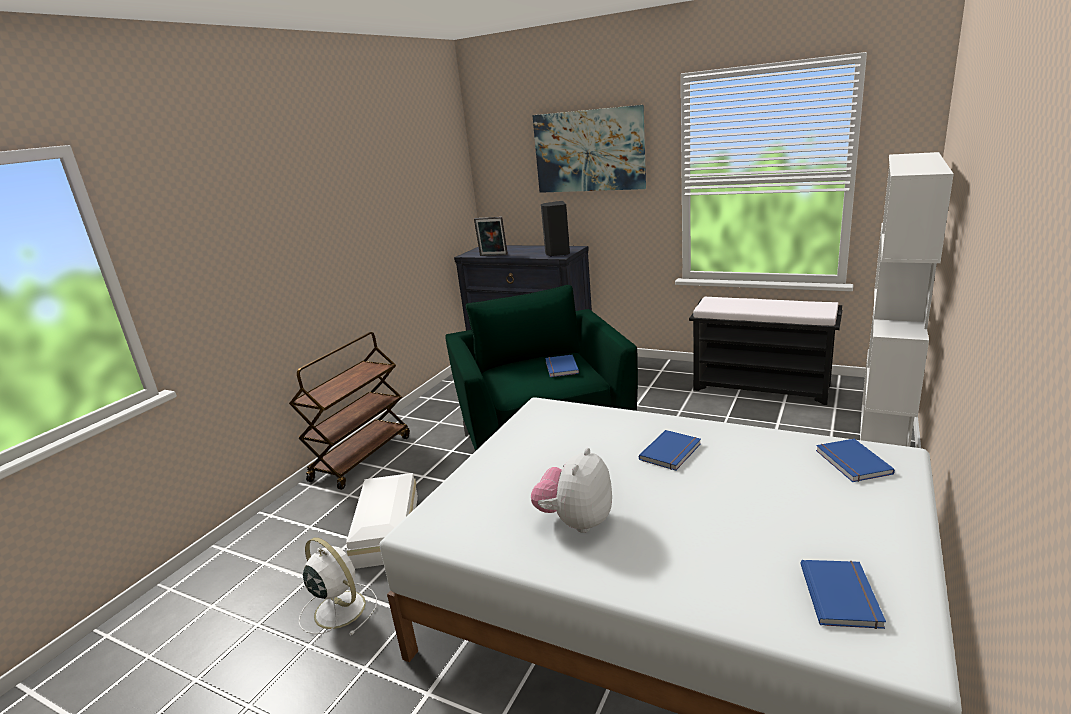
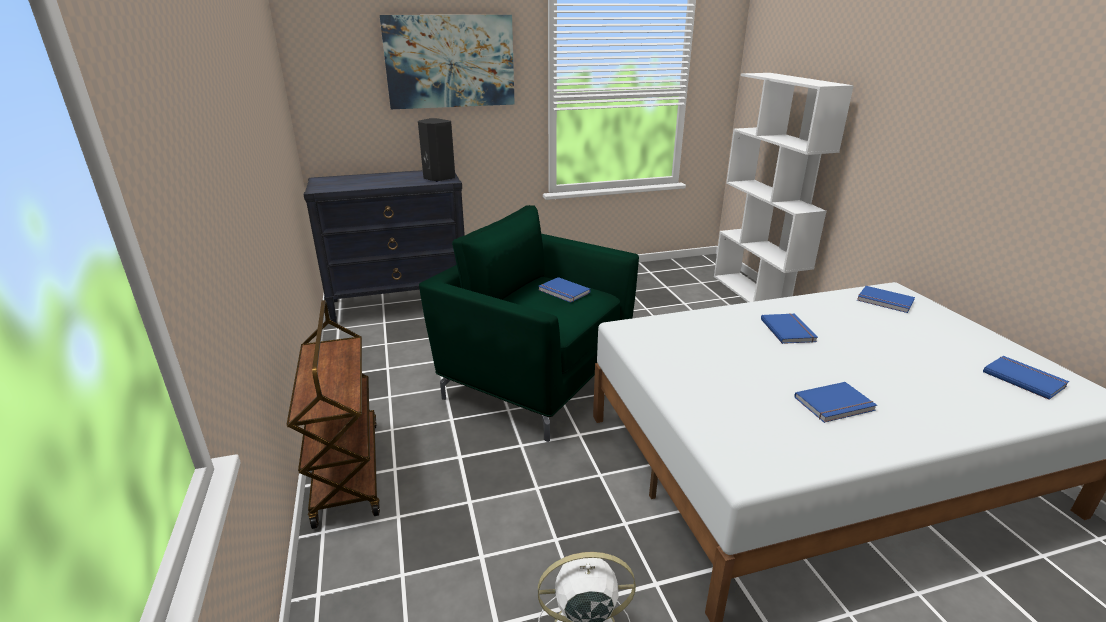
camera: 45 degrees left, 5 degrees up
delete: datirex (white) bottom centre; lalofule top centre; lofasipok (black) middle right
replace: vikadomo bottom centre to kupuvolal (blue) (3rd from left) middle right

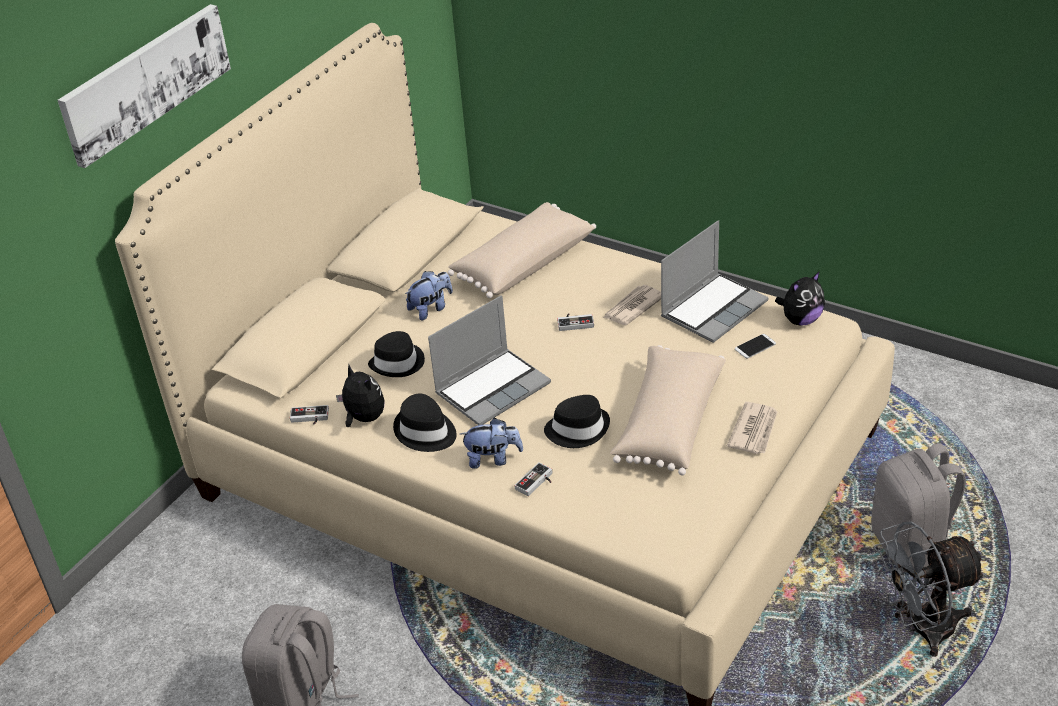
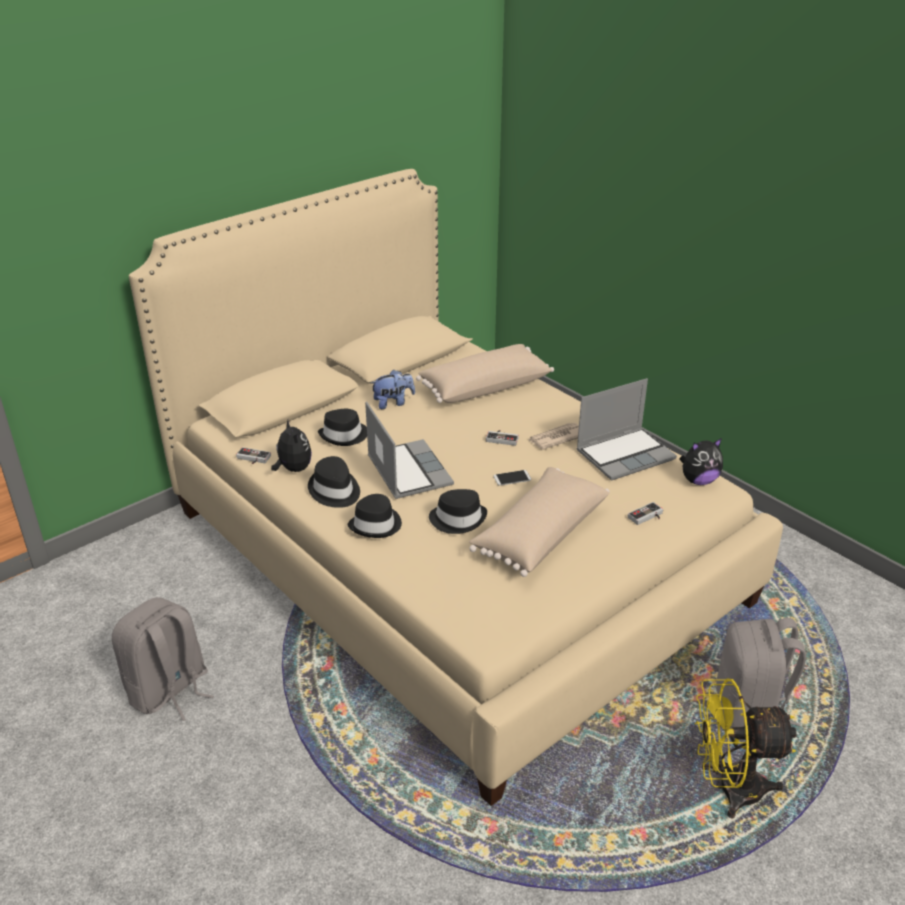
camera: 15 degrees right, 5 degrees down
delete: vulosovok top left; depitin (2nd from left) middle right
move: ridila (2nd from left in the first image) bottom centre to ridila (3rd from left) middle right; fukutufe middle right to centre
replace: vikadomo (3rd from left) centre to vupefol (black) (3rd from left) centre
recolor: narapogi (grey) bottom right to narapogi (yellow) bottom right
rotate: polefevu (1st from left) centre = centre 90 degrees counterclockwise

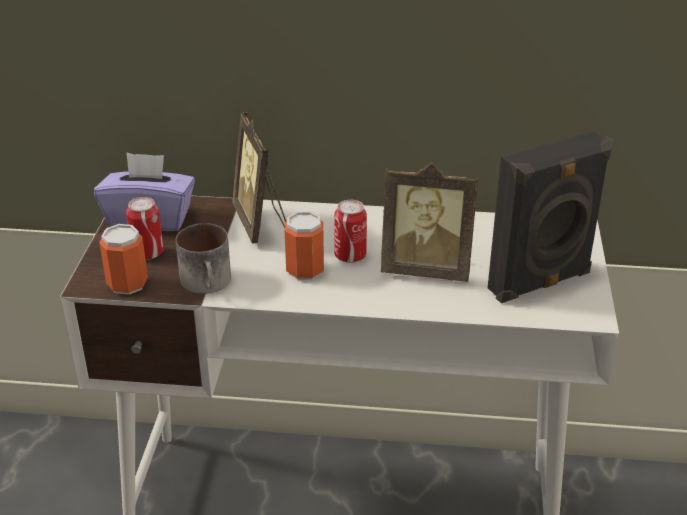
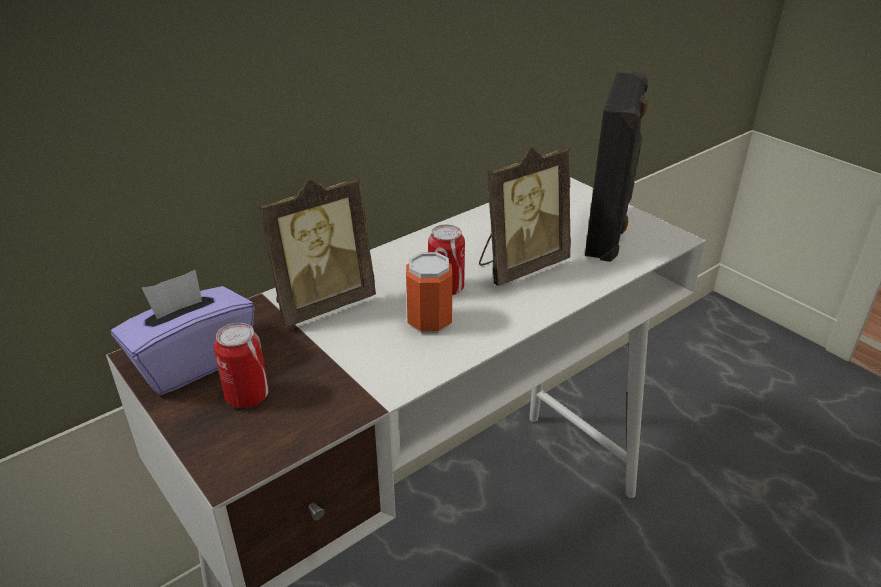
camera: 45 degrees left, 0 degrees up
delete: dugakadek (1st from left) middle left; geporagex middle left
rotate: lalofule (1st from left) centre = centre 60 degrees counterclockwise

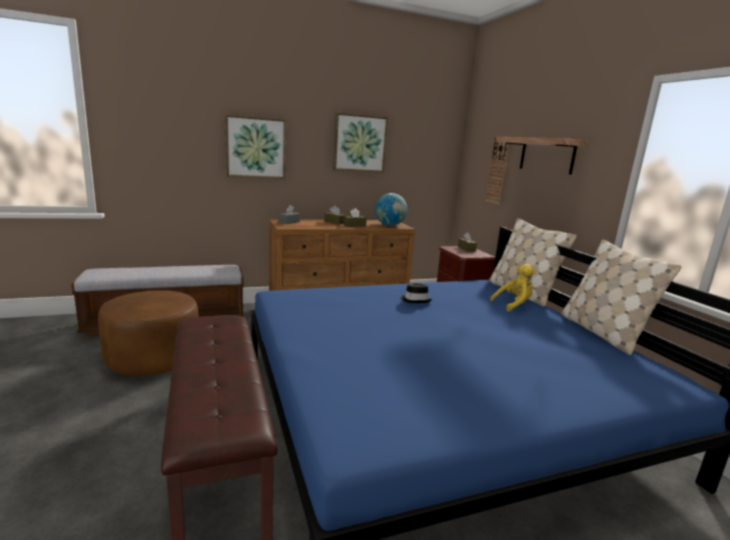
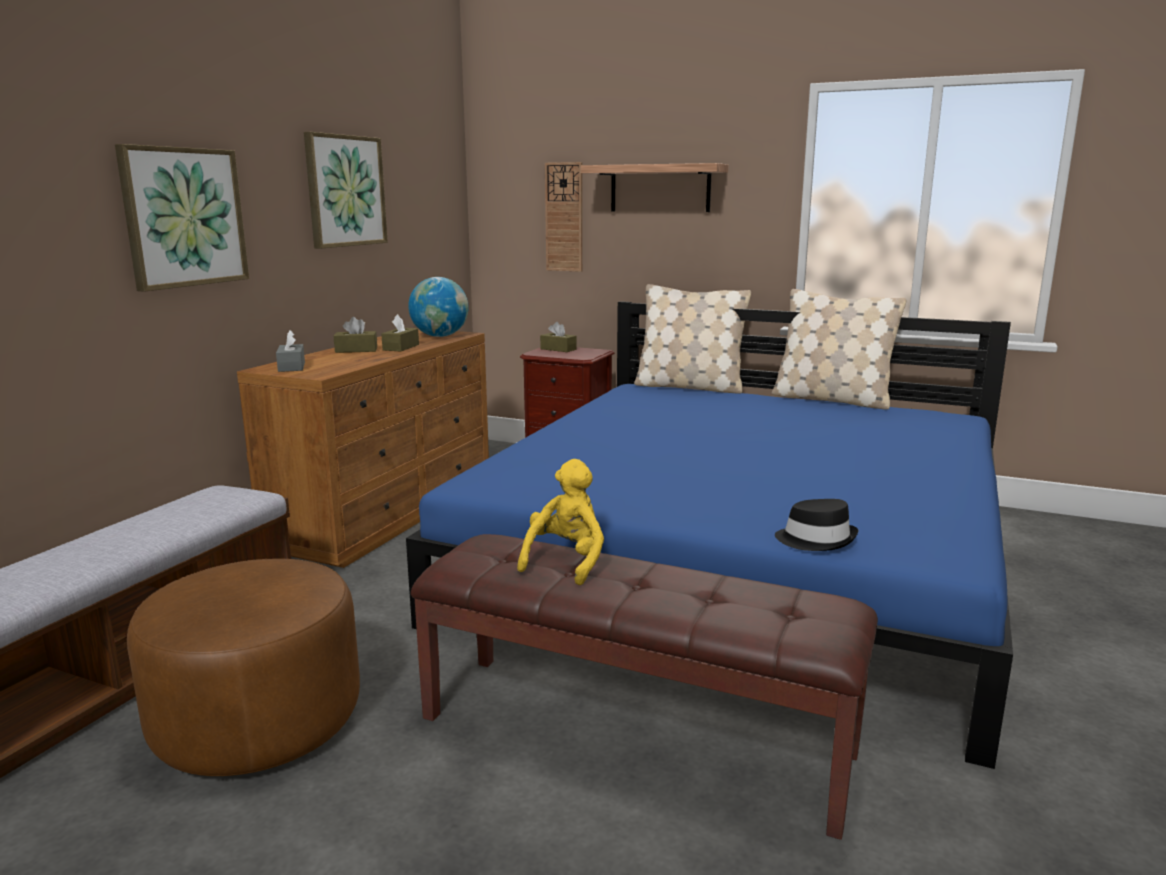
camera: 45 degrees left, 0 degrees up
move: vupefol (black) centre to middle right; vikadomo (yellow) middle right to centre

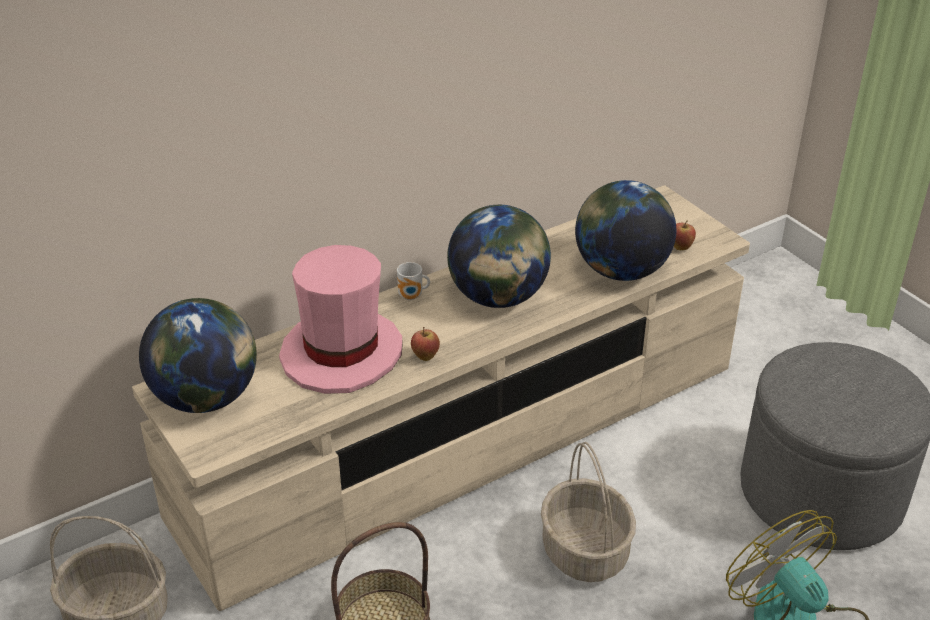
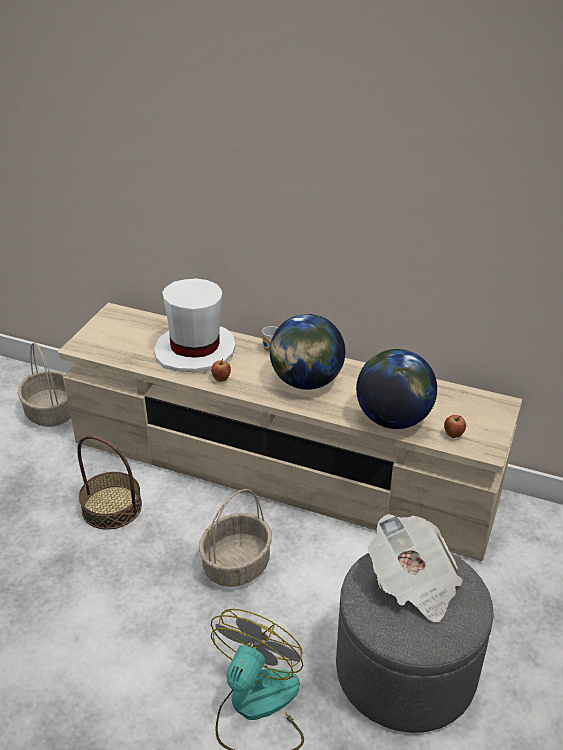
camera: 55 degrees right, 0 degrees up
delete: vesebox (1st from left) middle left
insert: depitin bottom right
recolor: vupefol (pink) centre to vupefol (white) centre

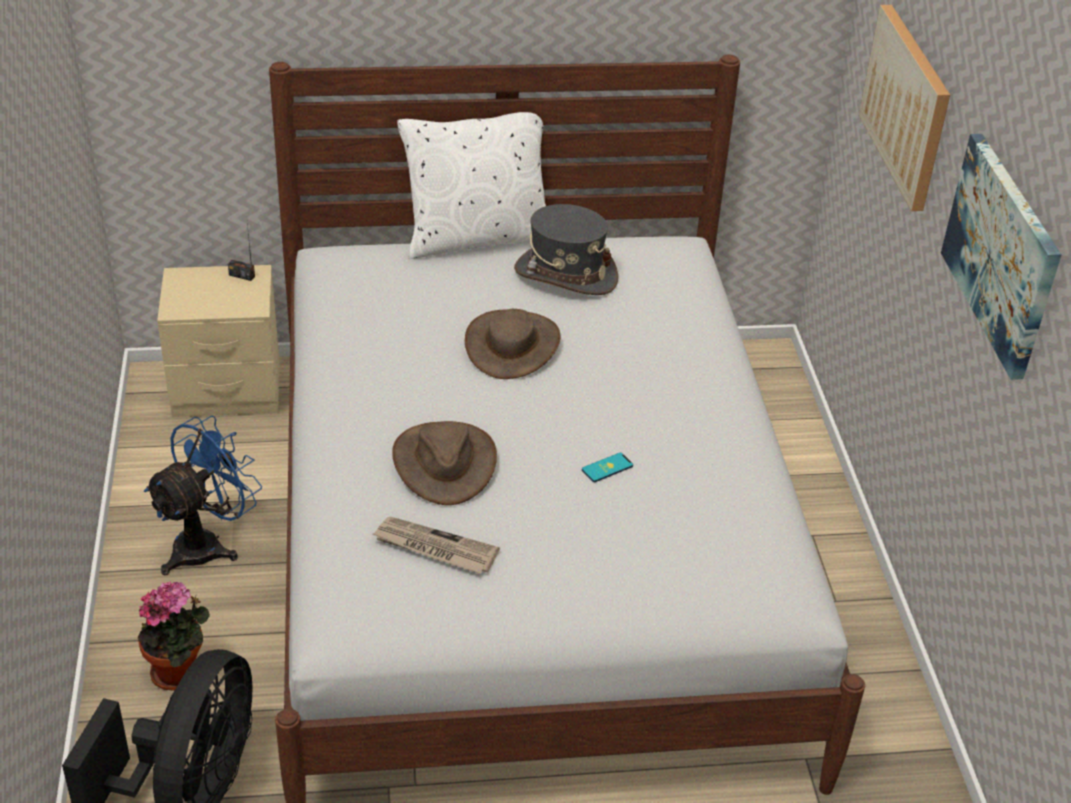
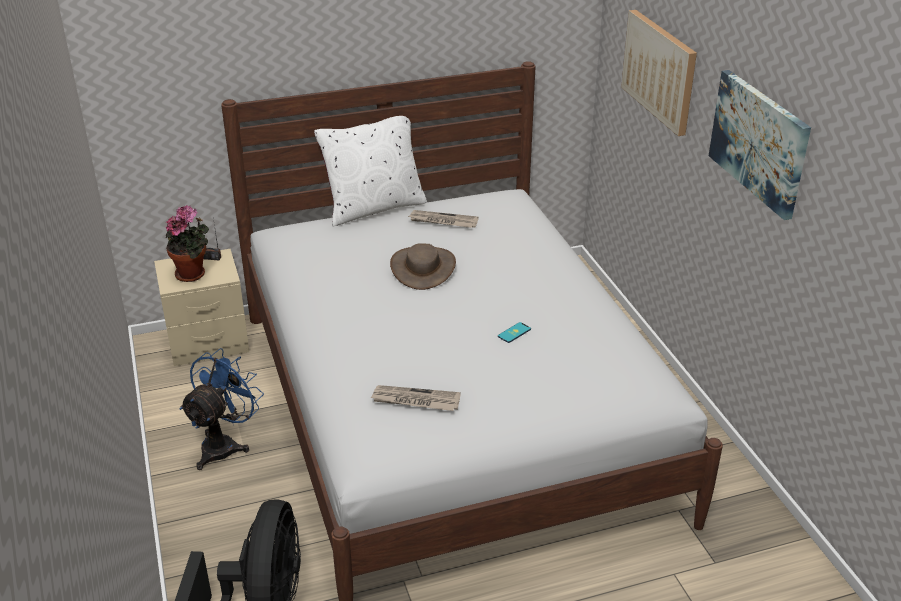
camera: 10 degrees left, 5 degrees down
delete: vupefol (brown) (1st from left) centre
move: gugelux bottom left to middle left
replace: vupefol (grey) top centre to depitin (2nd from left) centre

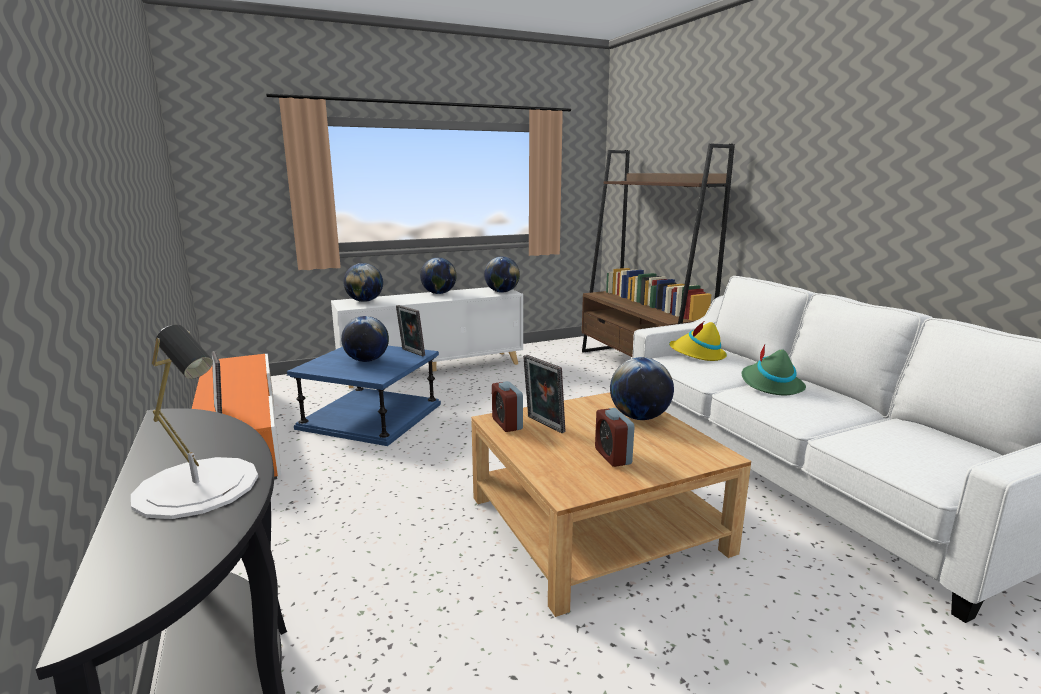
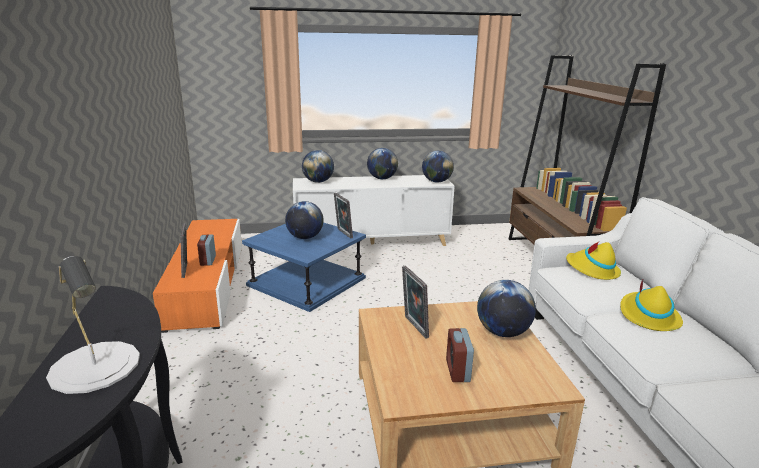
camera: 15 degrees right, 5 degrees up
move: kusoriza (1st from left) centre to middle left
recolor: vupefol (green) middle right to vupefol (yellow) (2nd from left) middle right

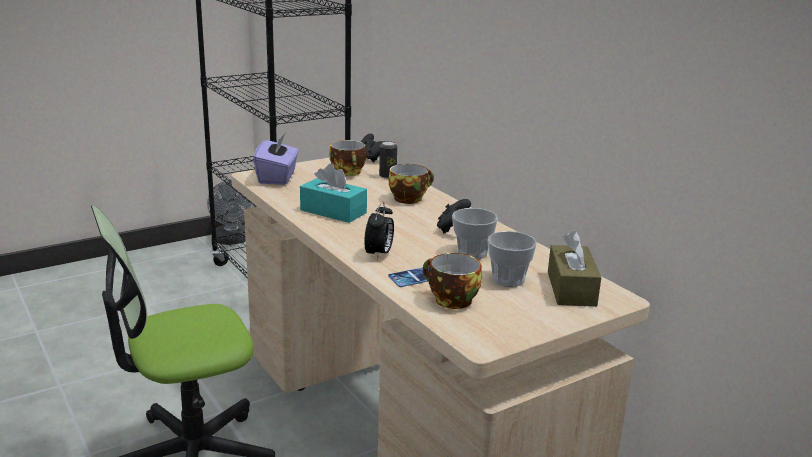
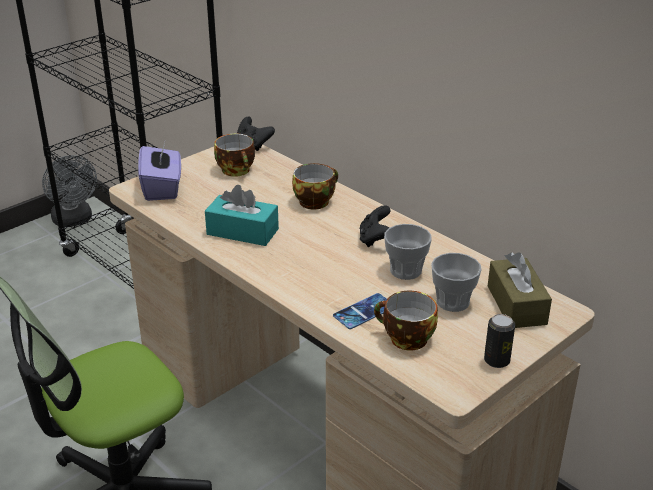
camera: 10 degrees left, 10 degrees up
delete: kusoriza centre
move: dugakadek centre to bottom right

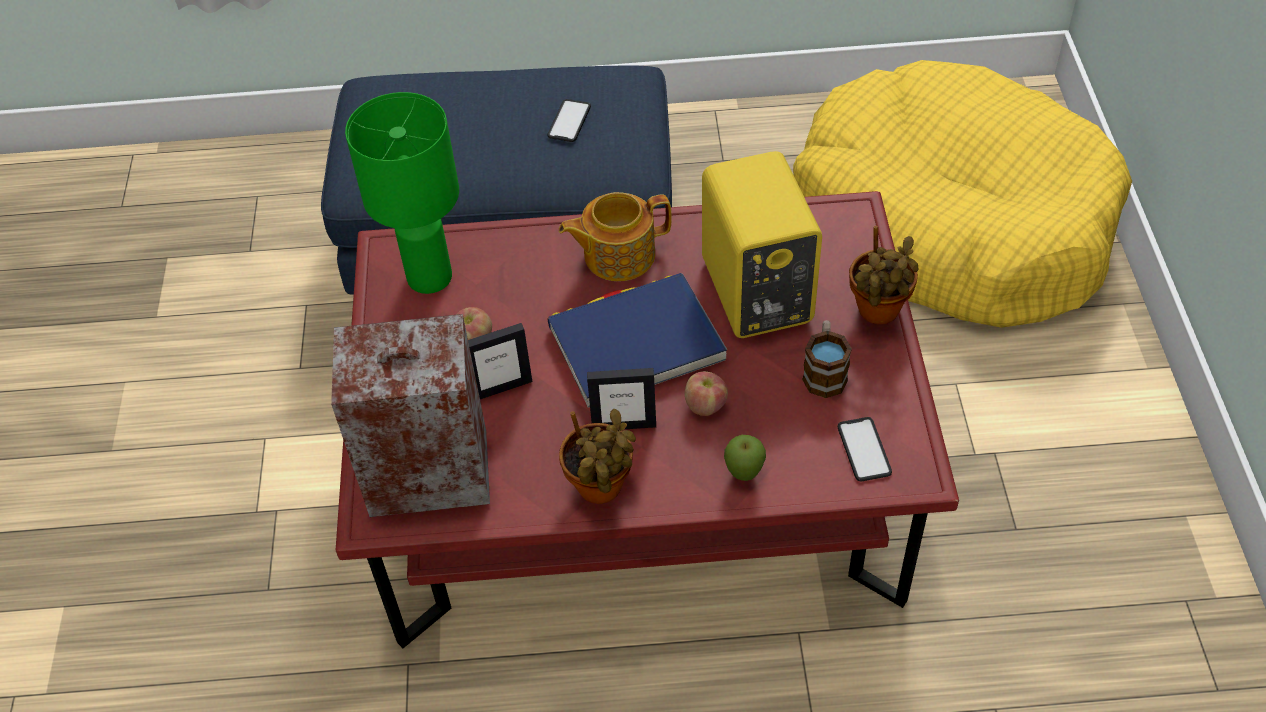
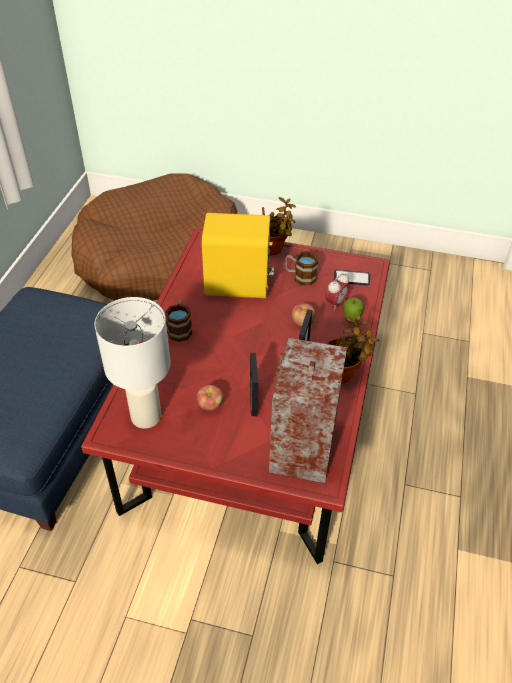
camera: 75 degrees left, 5 degrees down
delete: fukutufe (1st from left) top centre; kupuvolal (blue) centre
insert: kusoriza centre
replace: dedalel top centre to geporagex (1st from left) centre
recolor: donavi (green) top left to donavi (white) middle left; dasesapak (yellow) top right to dasesapak (brown) middle left

